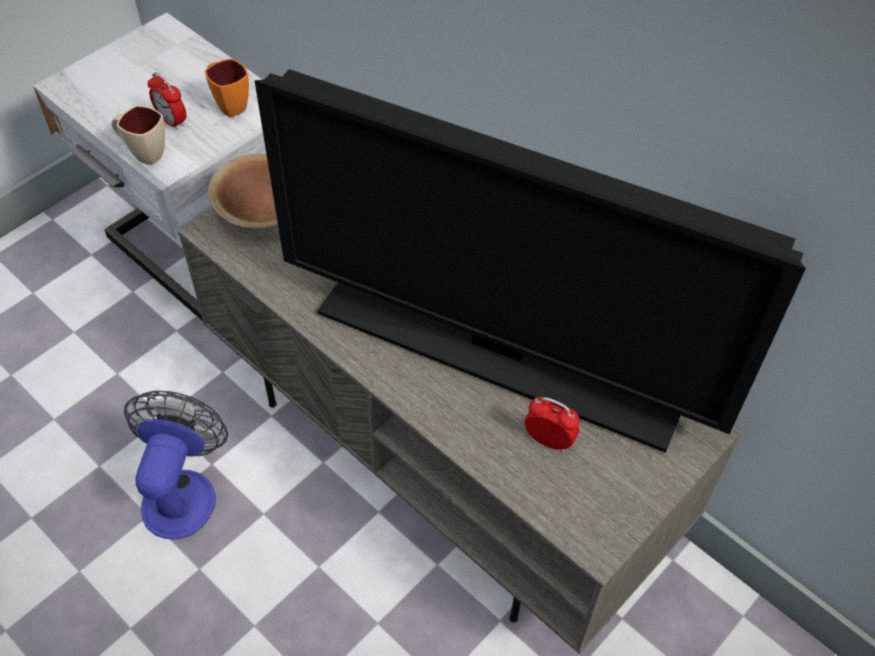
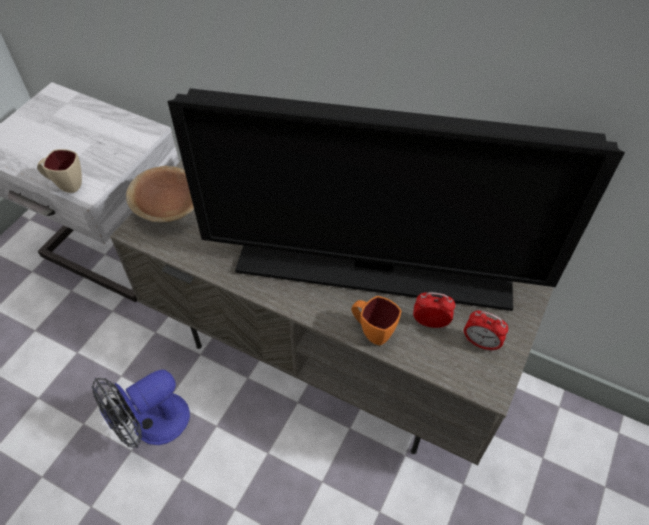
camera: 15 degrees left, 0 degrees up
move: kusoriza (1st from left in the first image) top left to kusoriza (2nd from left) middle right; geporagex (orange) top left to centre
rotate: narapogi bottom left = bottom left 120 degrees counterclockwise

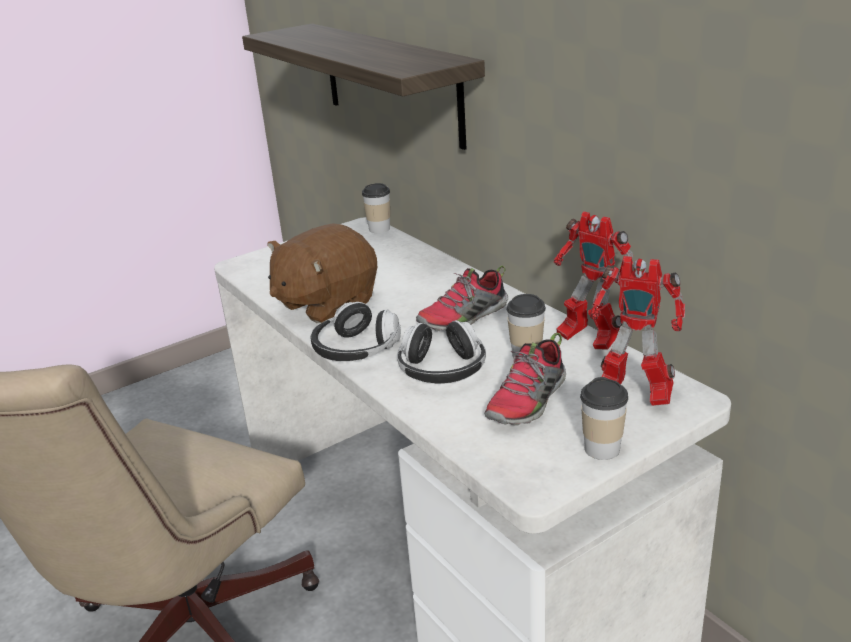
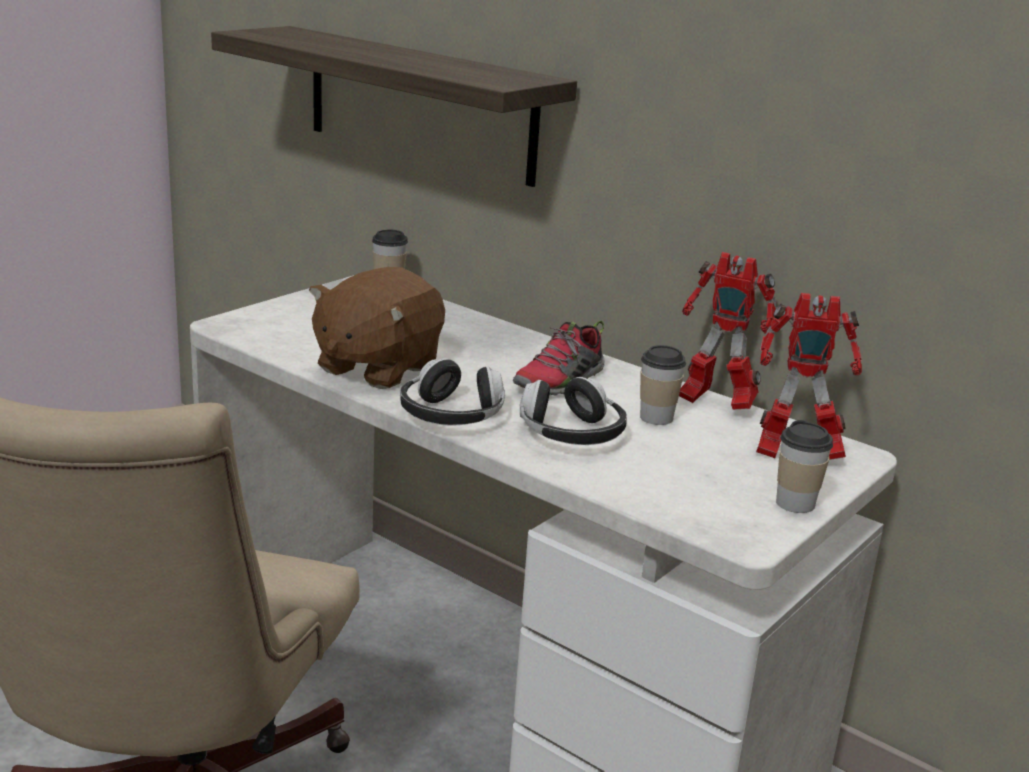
camera: 20 degrees left, 5 degrees down
delete: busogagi (2nd from left) centre

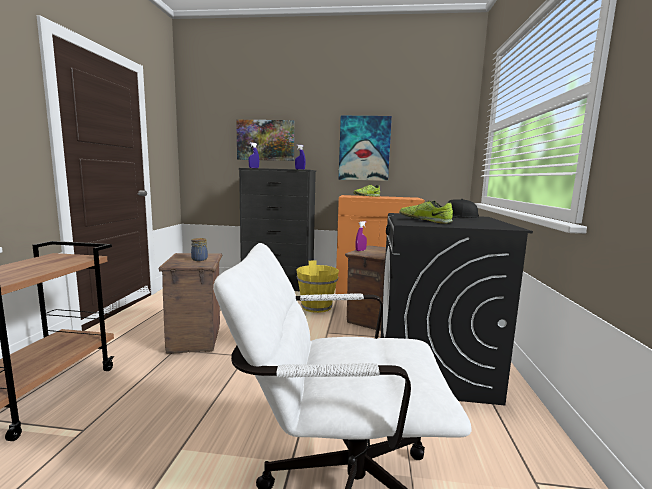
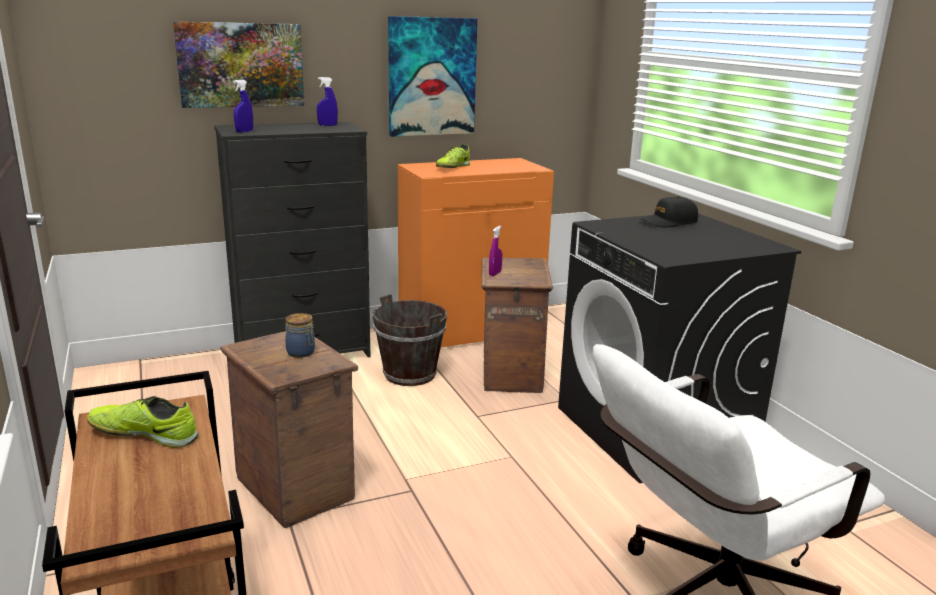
camera: 30 degrees left, 10 degrees up
move: busogagi (2nd from left in the first image) centre to busogagi (1st from left) bottom left
recolor: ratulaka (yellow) centre to ratulaka (brown) centre

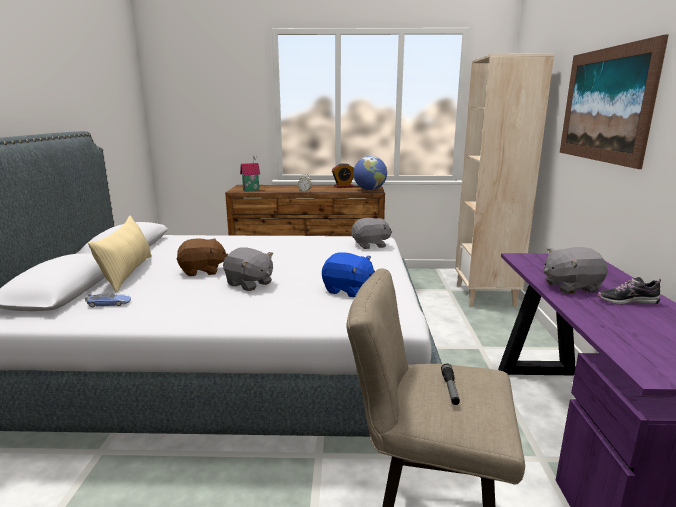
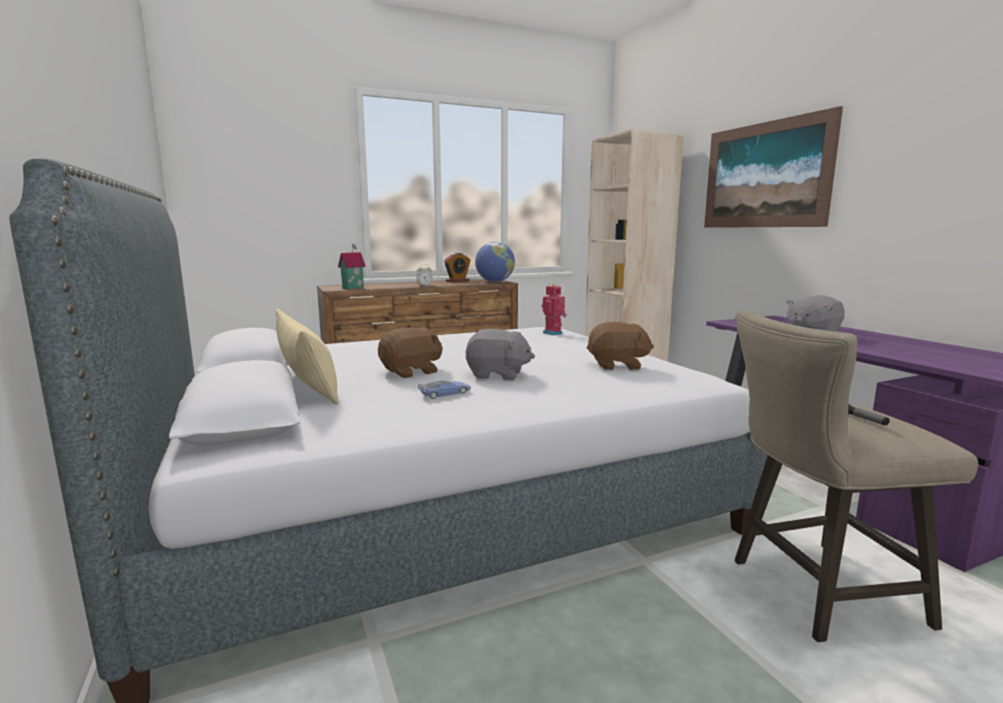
camera: 25 degrees left, 5 degrees down
delete: busogagi middle right
move: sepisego middle left to centre
replace: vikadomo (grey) (2nd from left) centre to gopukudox centre
recolor: vikadomo (blue) centre to vikadomo (brown) (2nd from left) centre

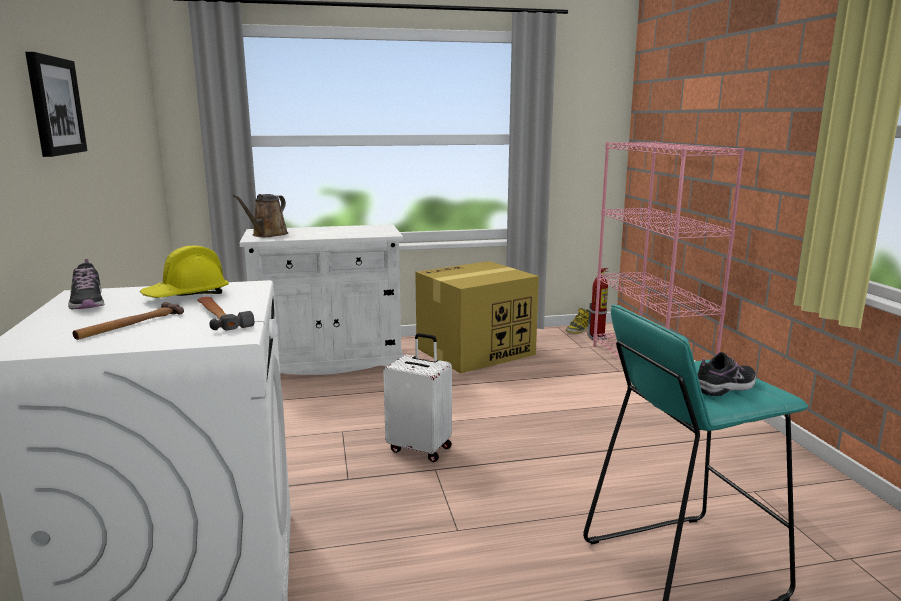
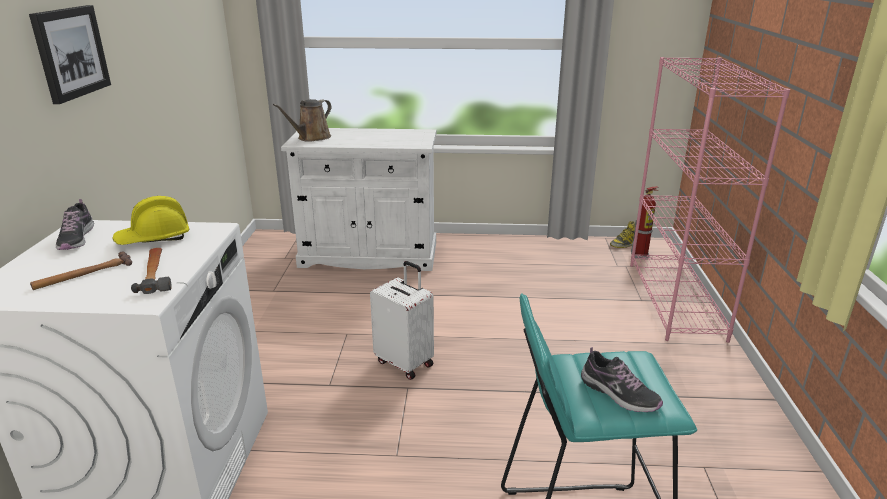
camera: 15 degrees right, 10 degrees up
delete: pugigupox centre
rotate: busogagi (2nd from left) middle right = bottom right 60 degrees clockwise

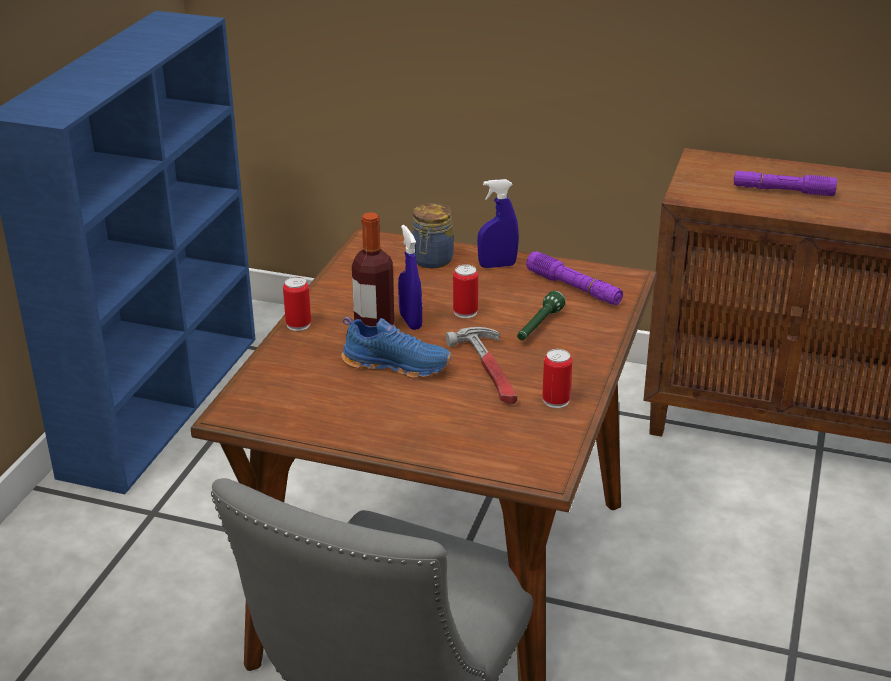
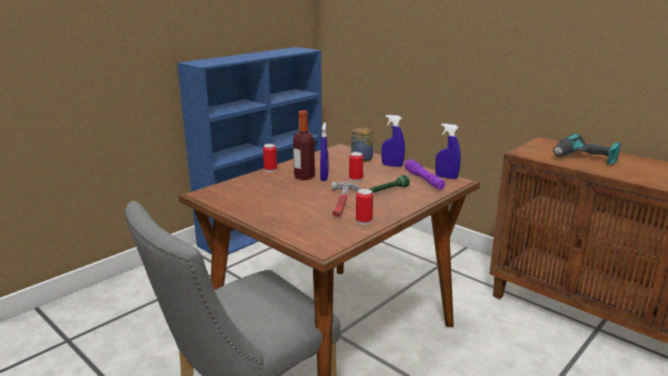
camera: 25 degrees right, 10 degrees down
delete: busogagi (blue) centre
insert: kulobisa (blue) (3rd from left) middle right
replace: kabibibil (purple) (2nd from left) top right to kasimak middle right

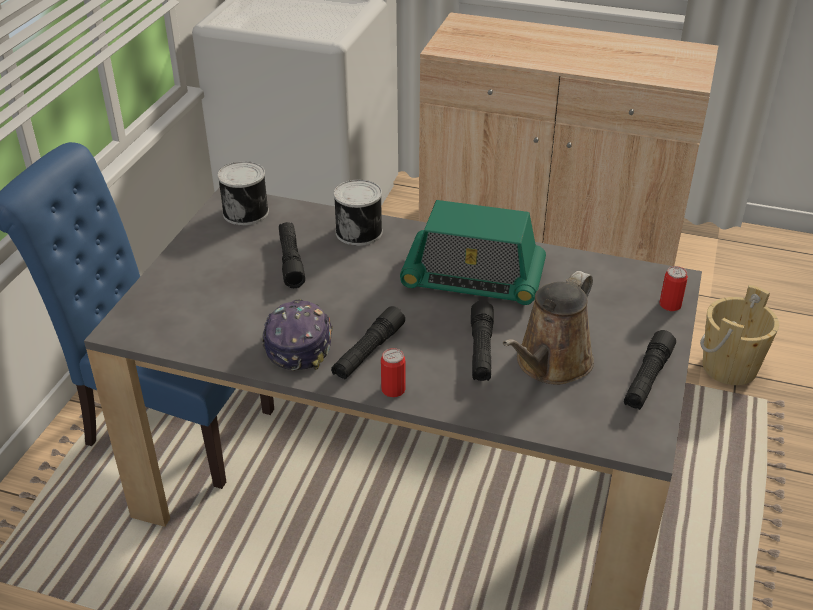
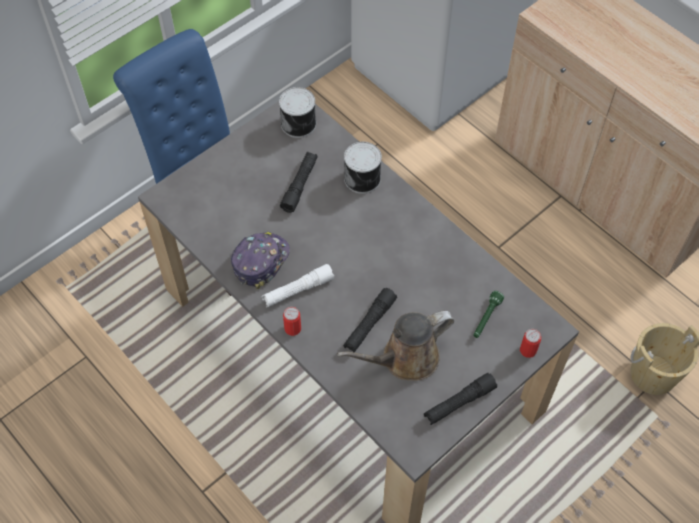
camera: 30 degrees right, 20 degrees up
delete: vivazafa centre
insert: kabibibil (green) middle right
recolor: kabibibil (black) (2nd from left) centre to kabibibil (white) centre

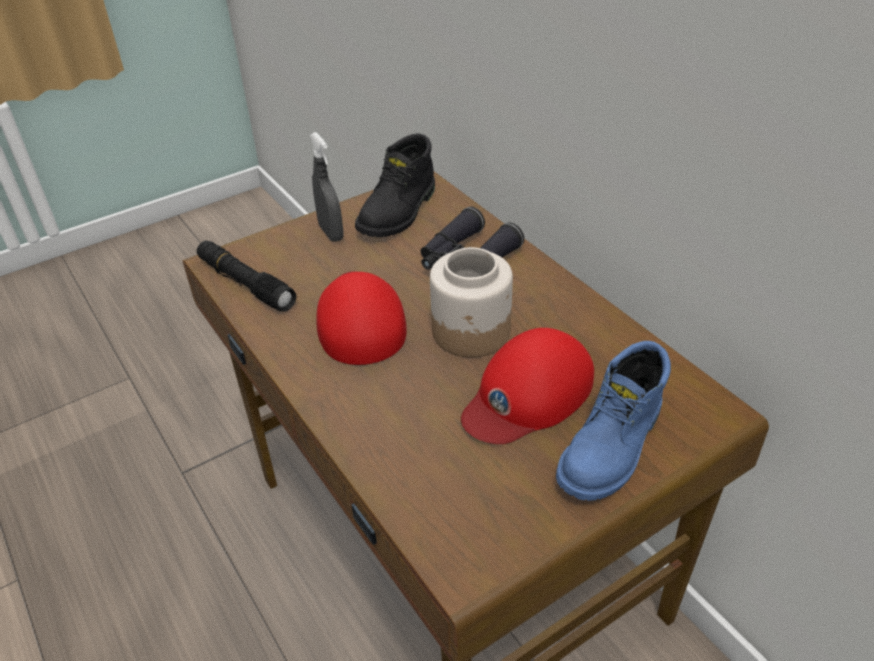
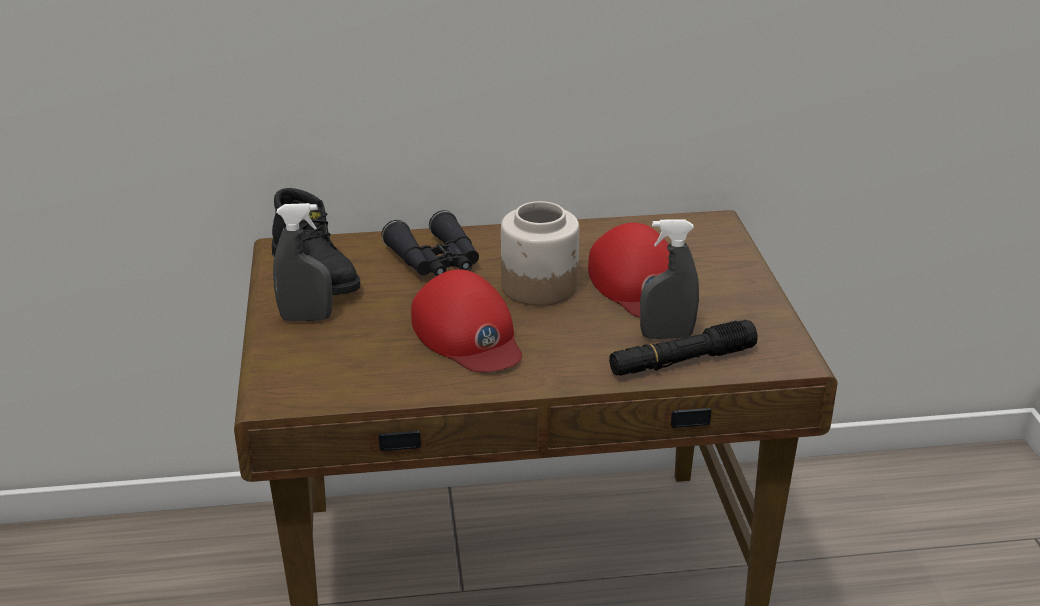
camera: 65 degrees left, 10 degrees down
delete: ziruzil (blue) middle right
insert: kulobisa (grey) (2nd from left) centre
move: kabibibil (black) middle left to centre
rotate: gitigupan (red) (1st from left) centre = centre 135 degrees counterclockwise

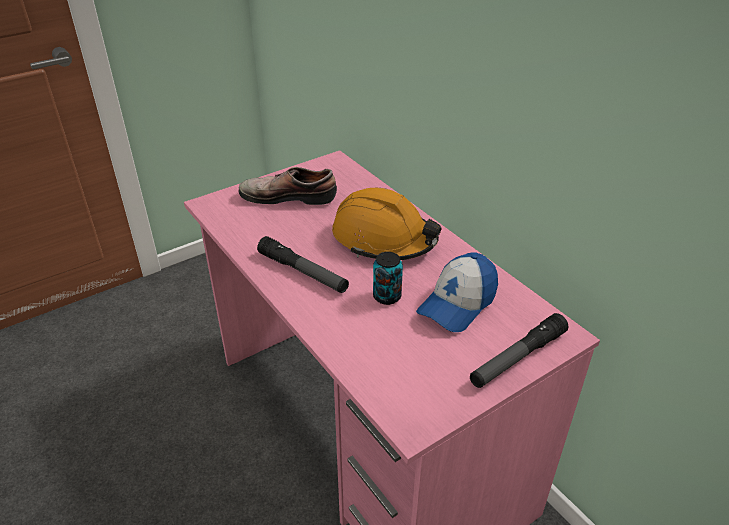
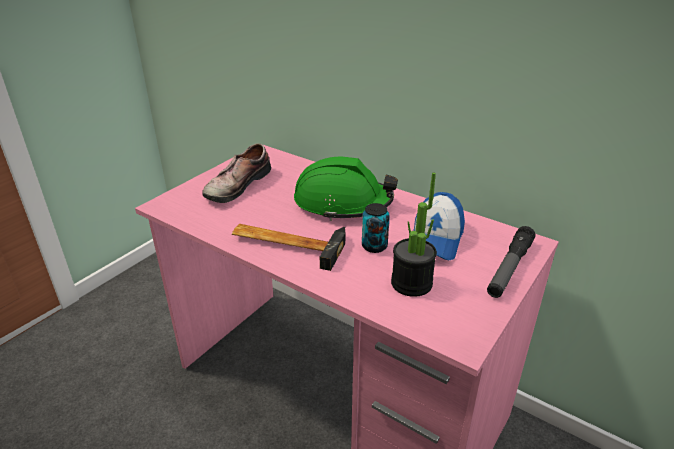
camera: 20 degrees left, 5 degrees down
insert: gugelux centre
replace: kabibibil (1st from left) centre to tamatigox centre
recolor: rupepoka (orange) centre to rupepoka (green) centre
rotate: busogagi centre = centre 45 degrees counterclockwise

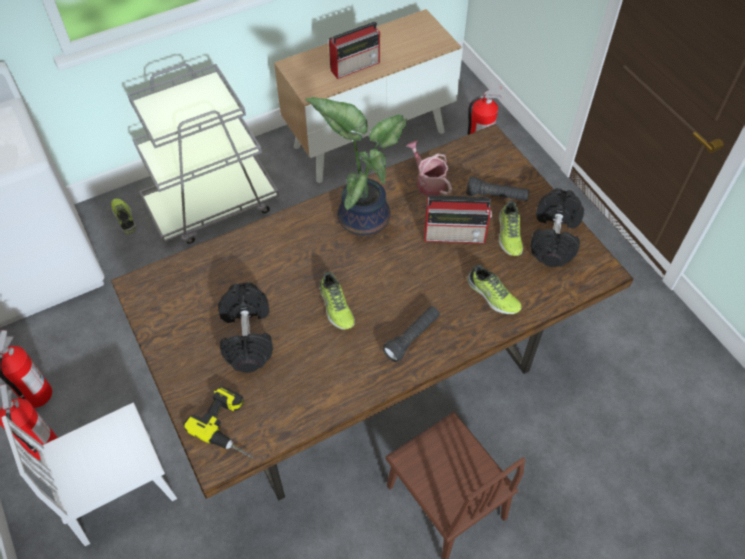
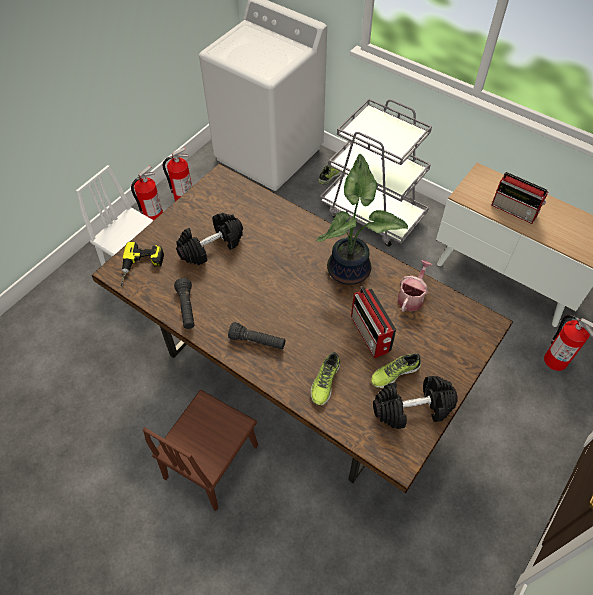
camera: 65 degrees right, 0 degrees up
delete: busogagi (2nd from left) centre
move: kabibibil (black) (2nd from left in the first image) middle right to kabibibil (black) (1st from left) middle left

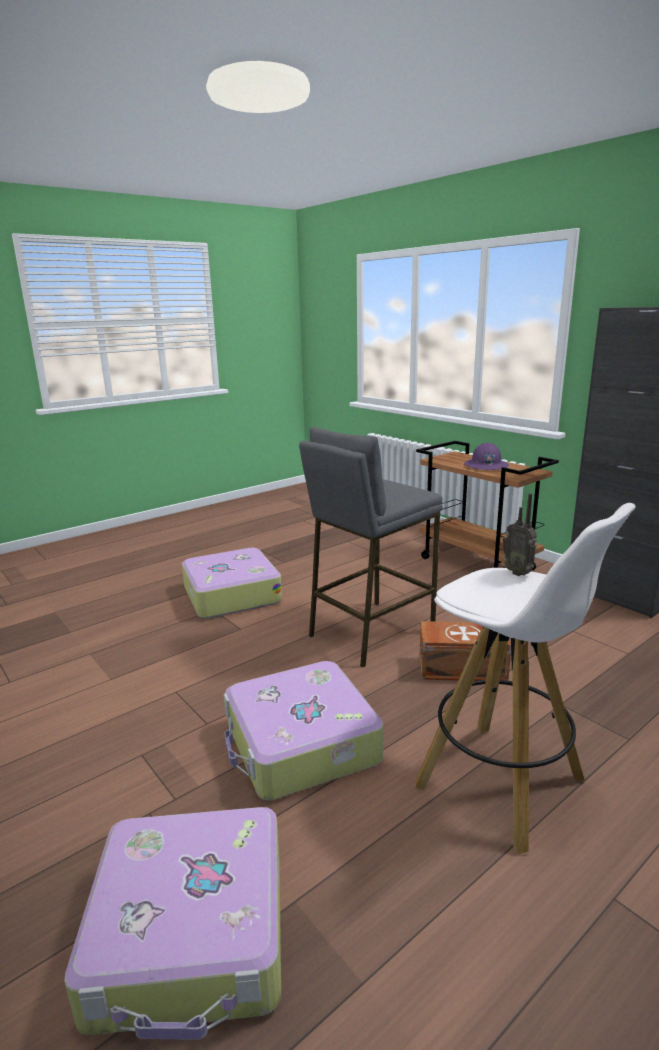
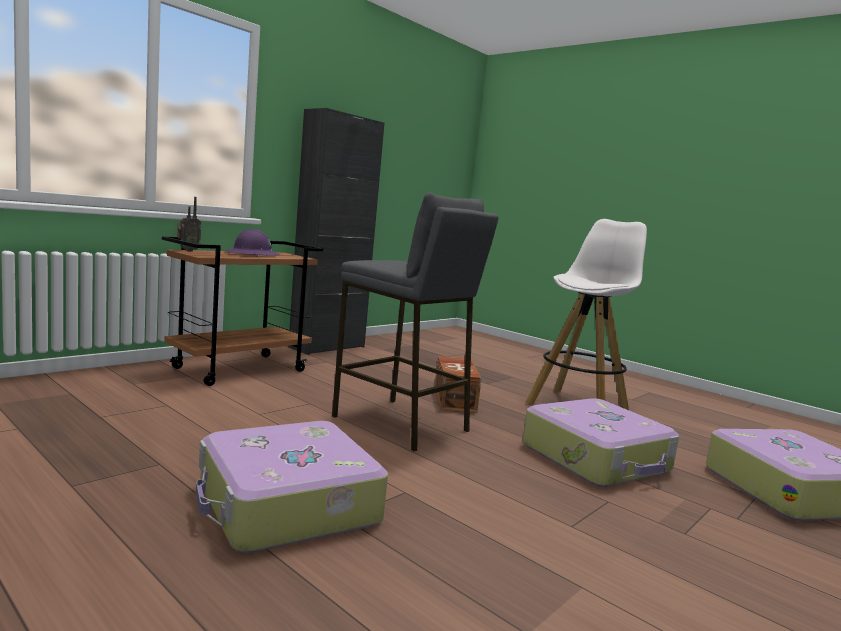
camera: 100 degrees left, 10 degrees down
move: vivazafa middle right to middle left

